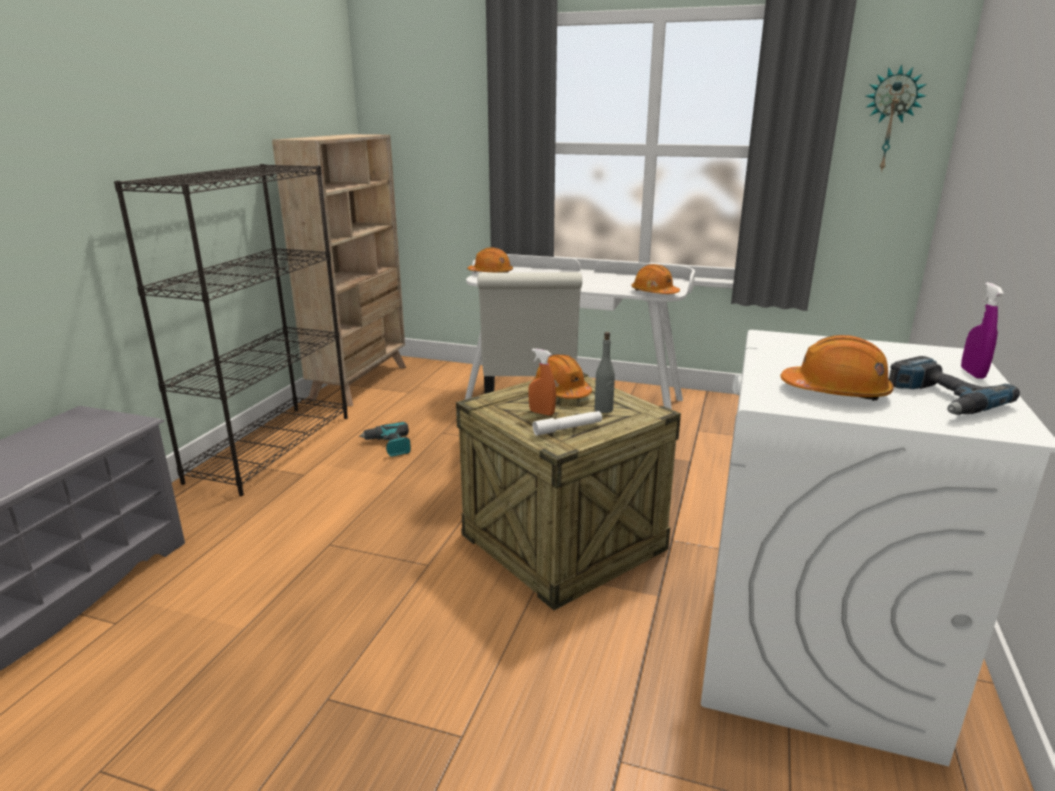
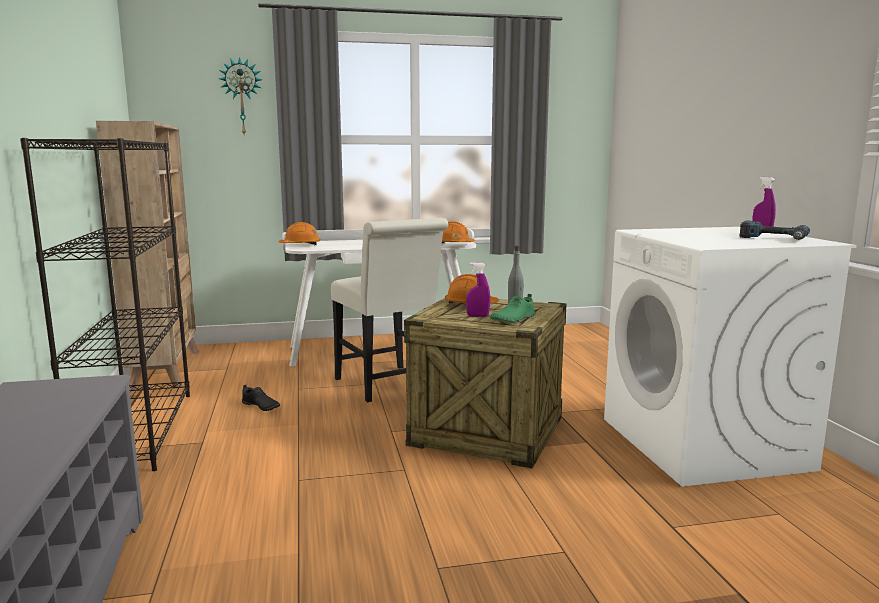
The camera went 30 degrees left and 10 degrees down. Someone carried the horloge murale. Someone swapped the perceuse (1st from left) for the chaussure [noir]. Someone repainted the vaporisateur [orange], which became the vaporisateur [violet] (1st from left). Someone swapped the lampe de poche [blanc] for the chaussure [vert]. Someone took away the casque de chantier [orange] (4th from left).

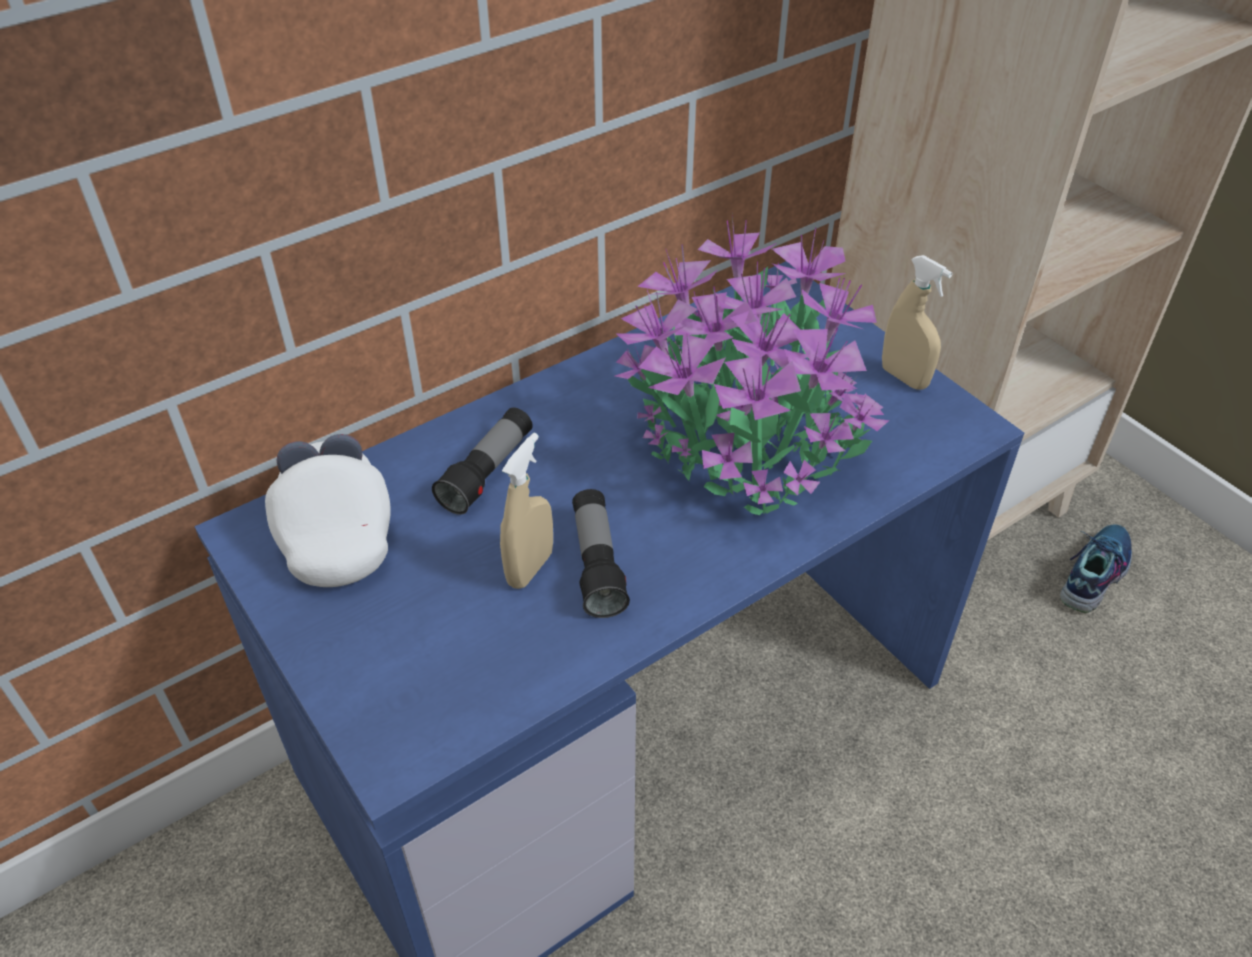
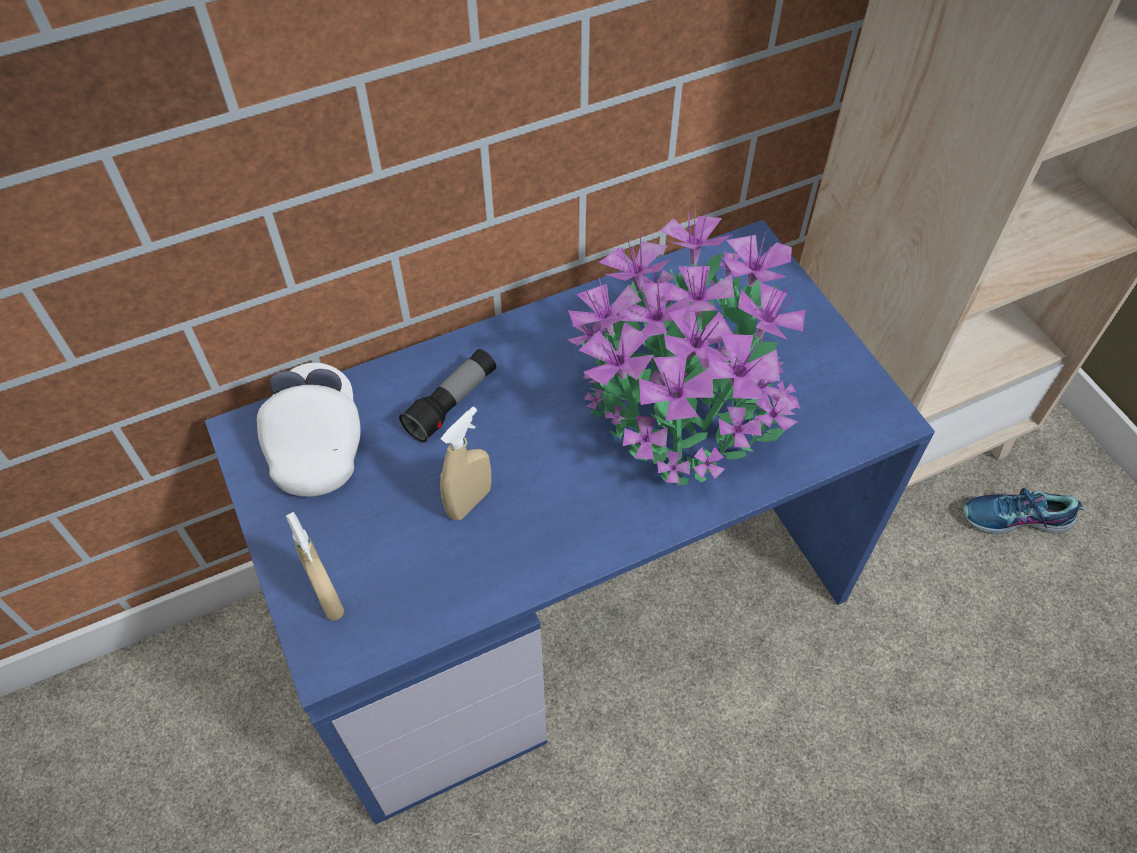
The camera went 10 degrees right and 10 degrees up. Someone carried the vaporisateur [beige] (2nd from left in the first image). Someone rotated the chaussure by 135 degrees counterclockwise. Someone took away the lampe de poche (2nd from left).

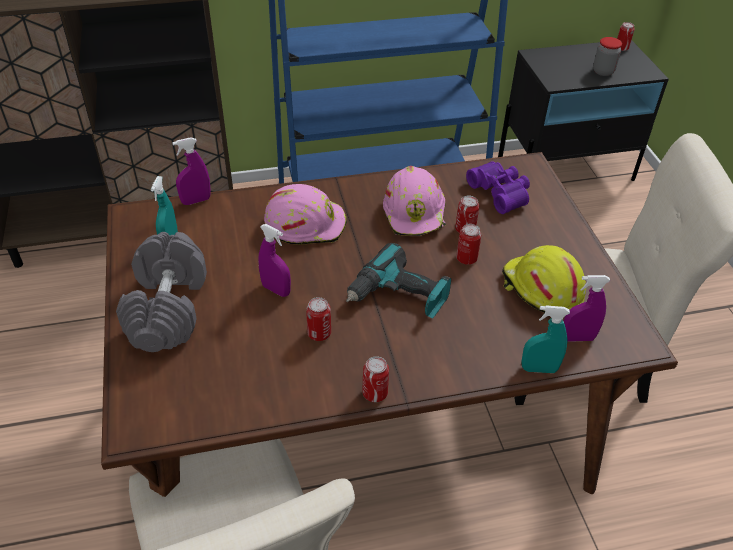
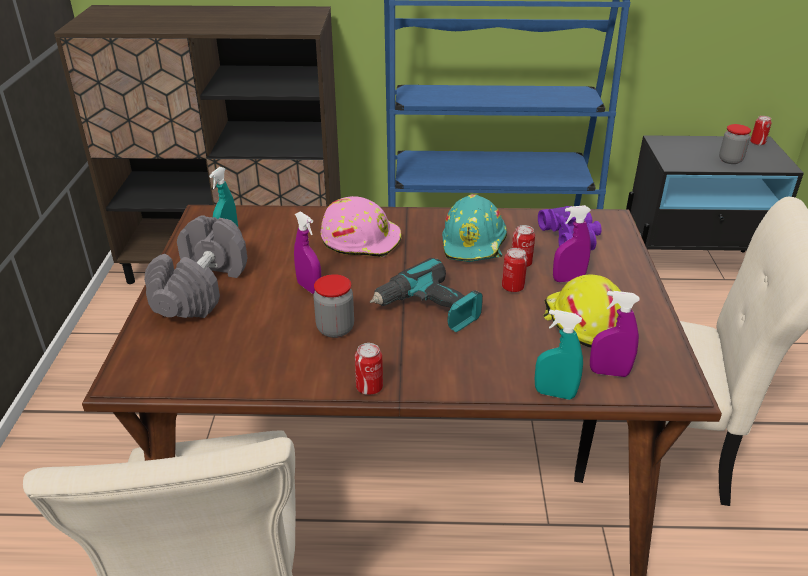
The camera went 15 degrees right and 10 degrees down. Someone swapped the boîte métallique (1st from left) for the bocal (1st from left). Someone repainted the casque de chantier [rose] (2nd from left), which became the casque de chantier [turquoise]. Someone carried the vaporisateur [violet] (1st from left in the first image).

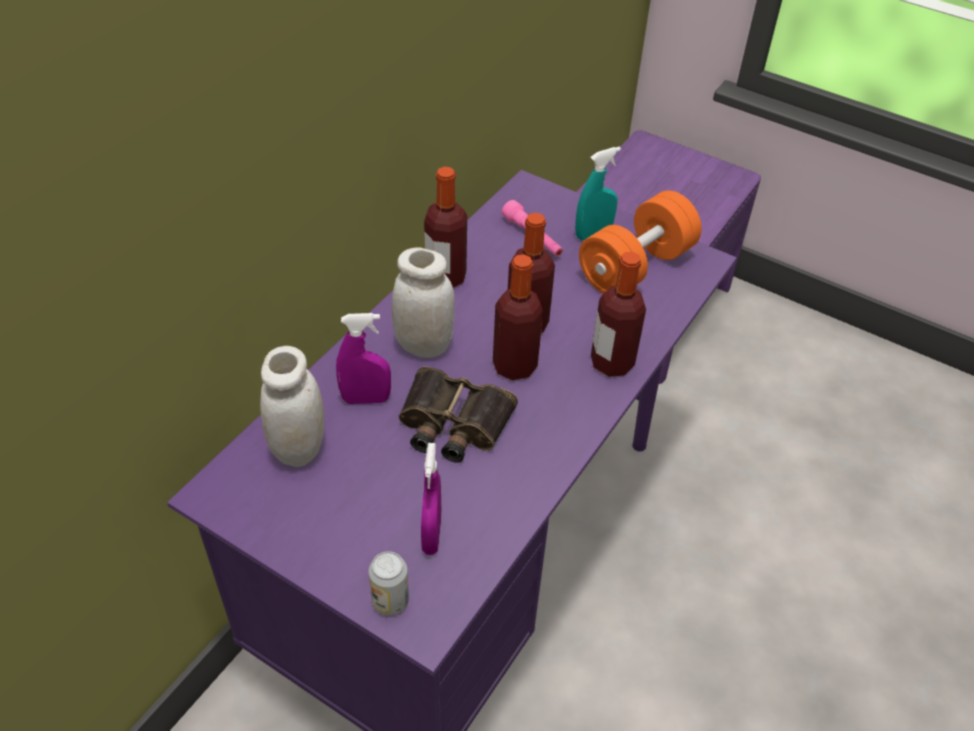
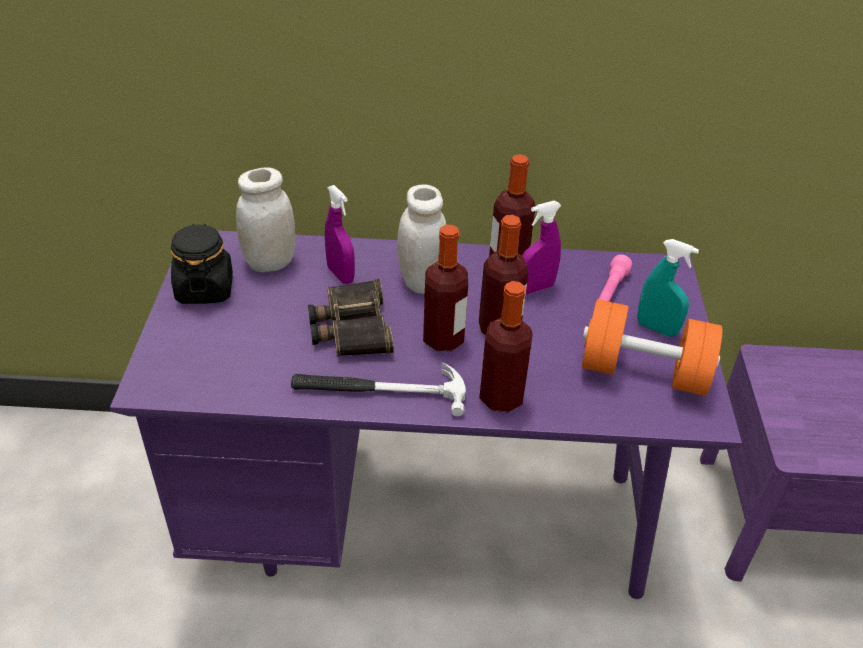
The camera went 60 degrees right and 5 degrees down. Someone put down the bocal [noir]. Someone put down the marteau. Someone carried the vaporisateur [violet] (2nd from left). Someone took away the boîte métallique.

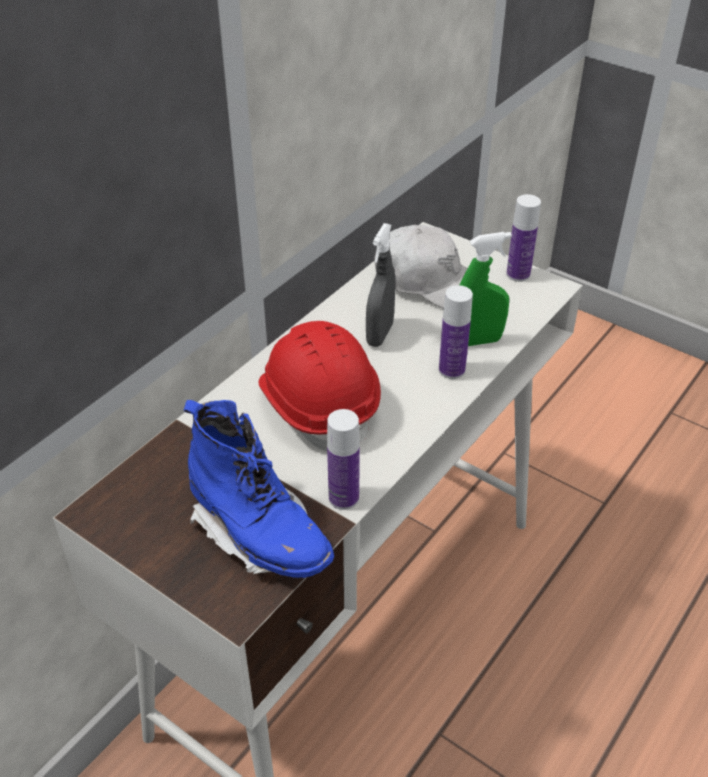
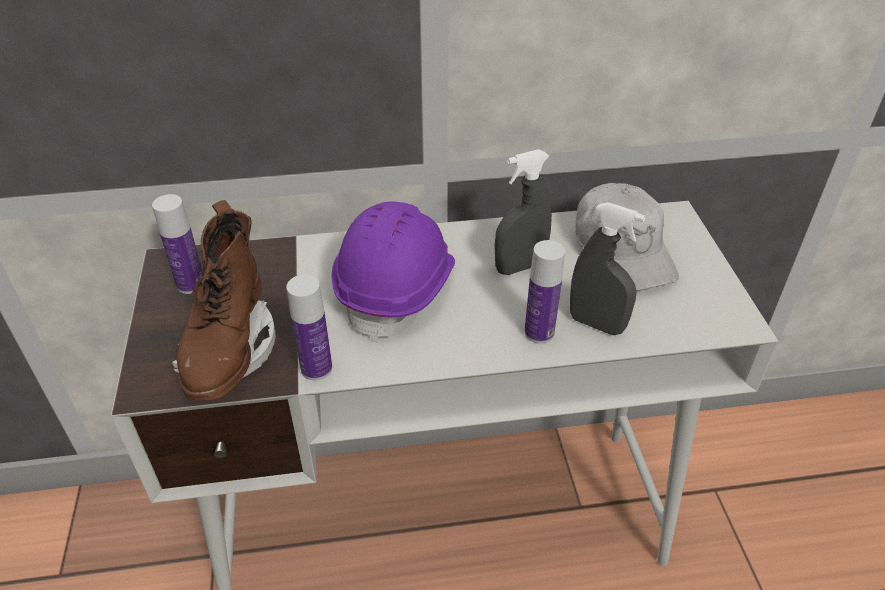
The camera went 45 degrees right and 0 degrees up. Someone carried the bouteille (3rd from left in the first image). Someone repainted the botte [bleu], which became the botte [marron]. Someone repainted the casque de chantier [rouge], which became the casque de chantier [violet]. Someone repainted the vaporisateur [vert], which became the vaporisateur [gris] (2nd from left).

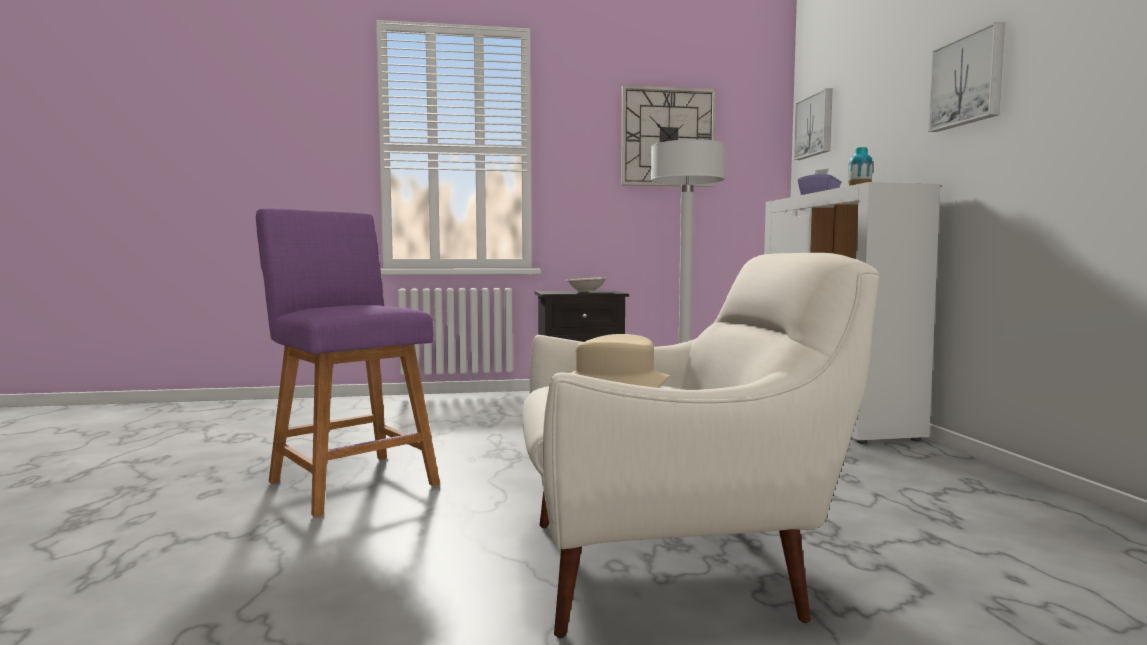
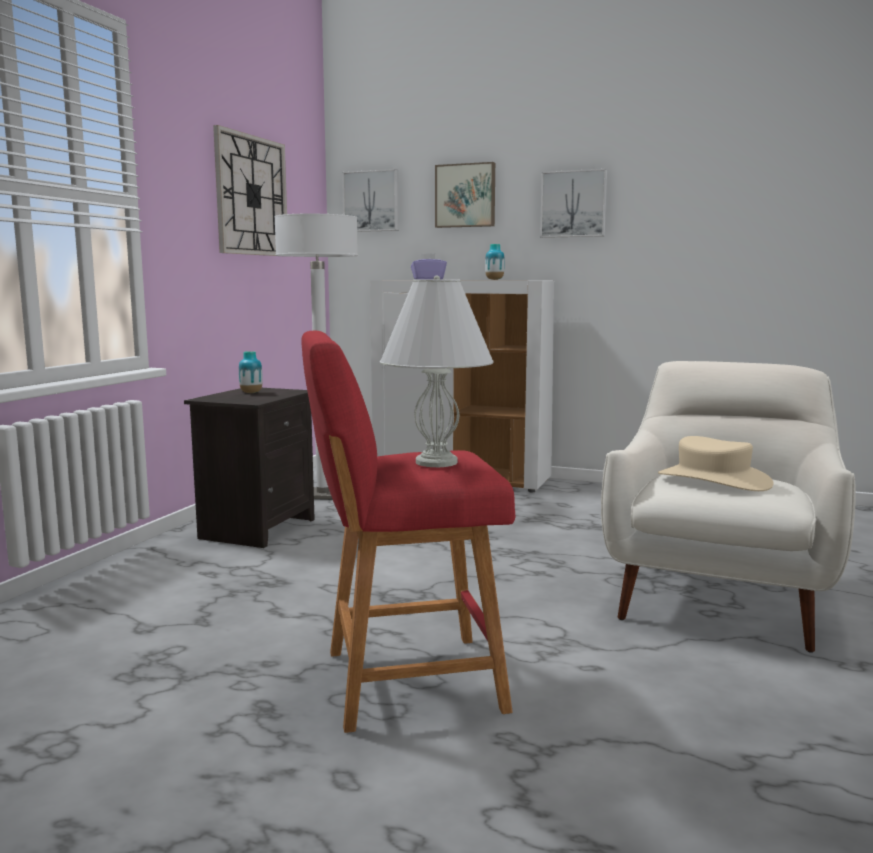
The camera went 60 degrees left and 5 degrees up. Someone swapped the bol [beige] for the vase (1st from left). Someone repainted the tabouret [violet], which became the tabouret [rouge]. Someone put down the lampe de table [blanc]. Someone put up the tableau (2nd from left).

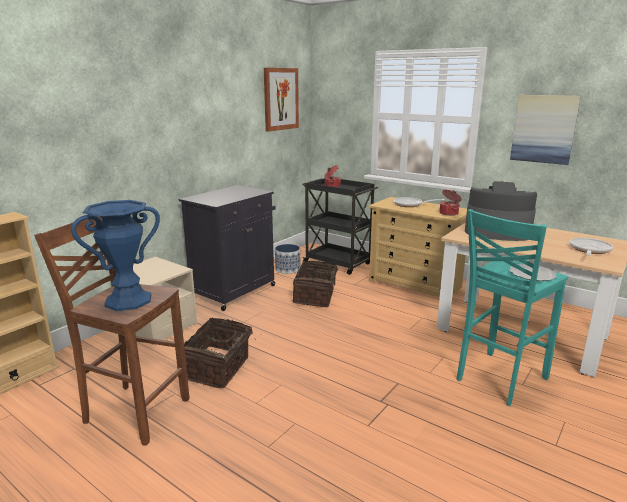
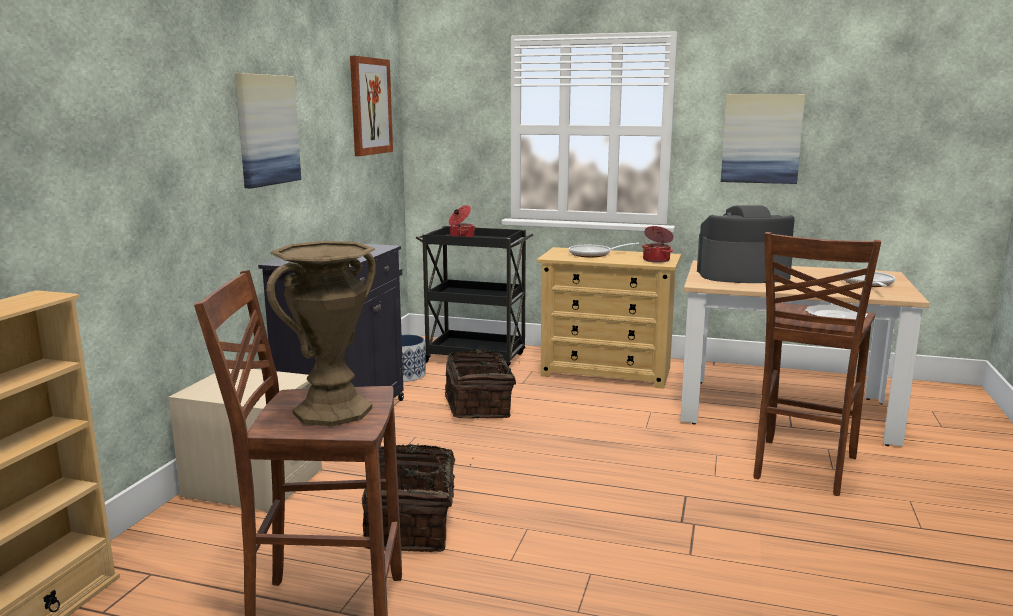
The camera went 20 degrees left and 5 degrees down. Someone put up the tableau (1st from left). Someone repainted the vase [bleu], which became the vase [marron]. Someone repainted the tabouret [turquoise], which became the tabouret [marron] (2nd from left).

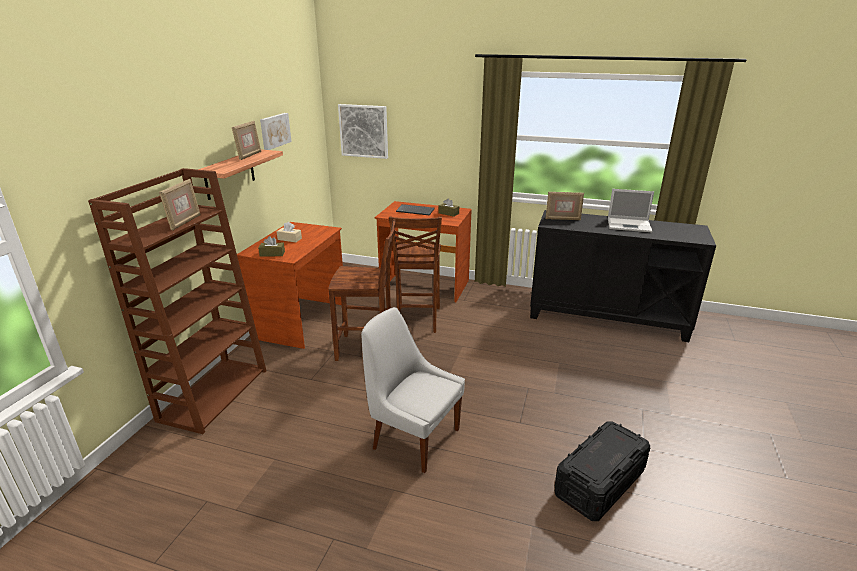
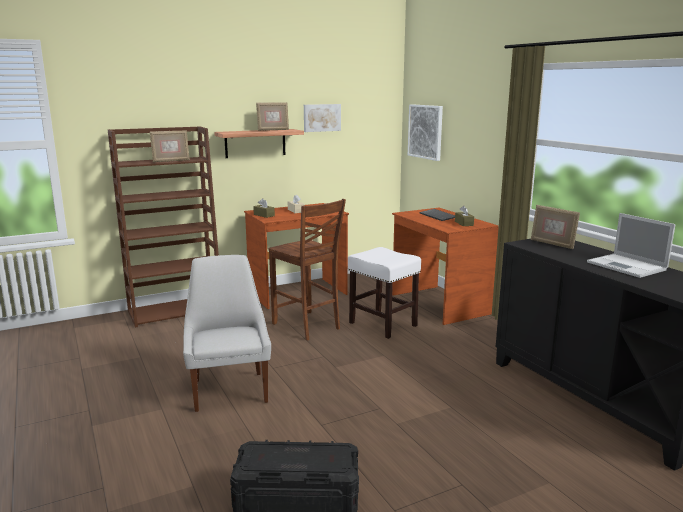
The camera went 45 degrees right and 10 degrees down. Someone swapped the chaise [marron] (2nd from left) for the tabouret [blanc].

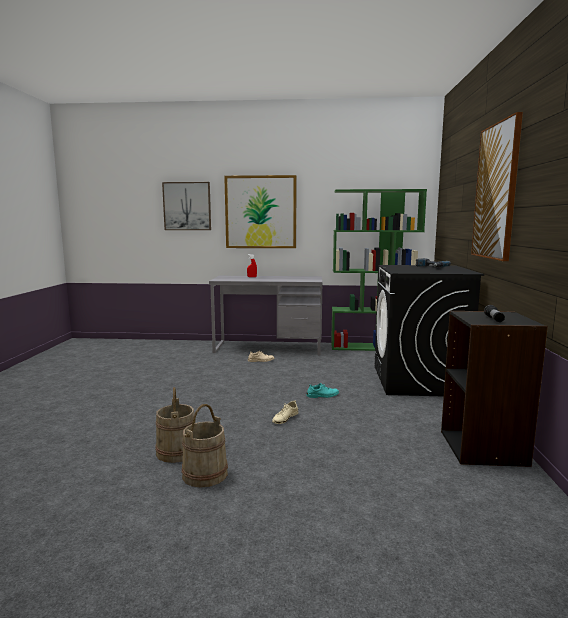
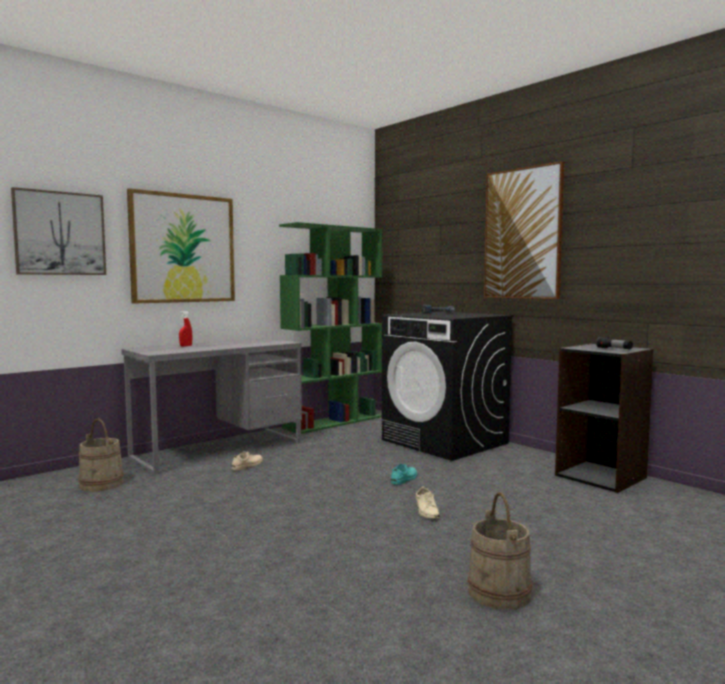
The camera went 45 degrees left and 5 degrees down. Someone carried the seau [beige] (1st from left).

